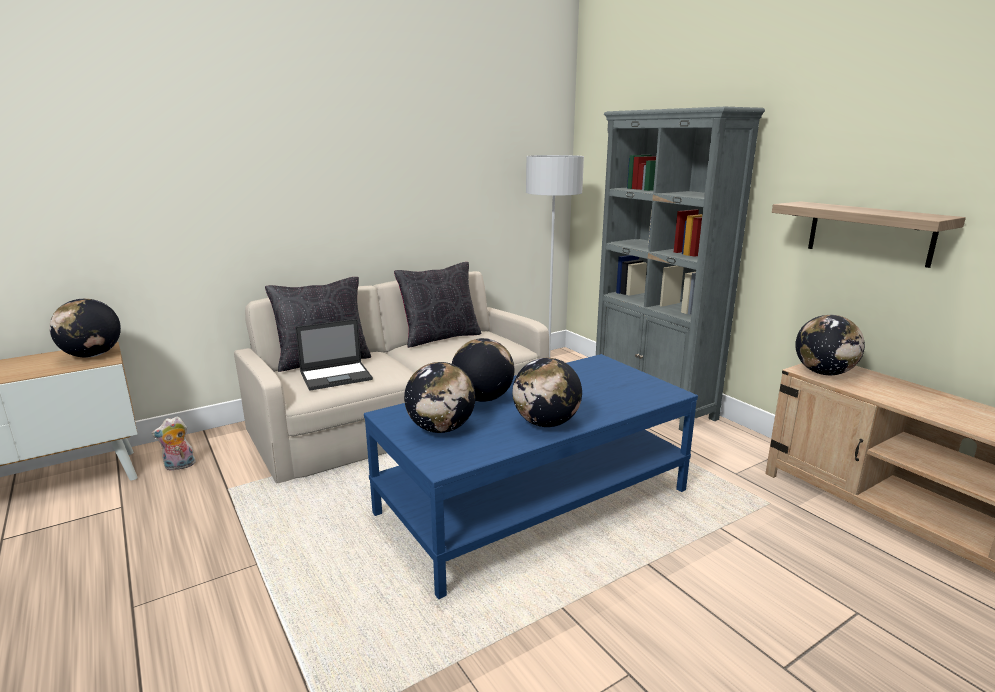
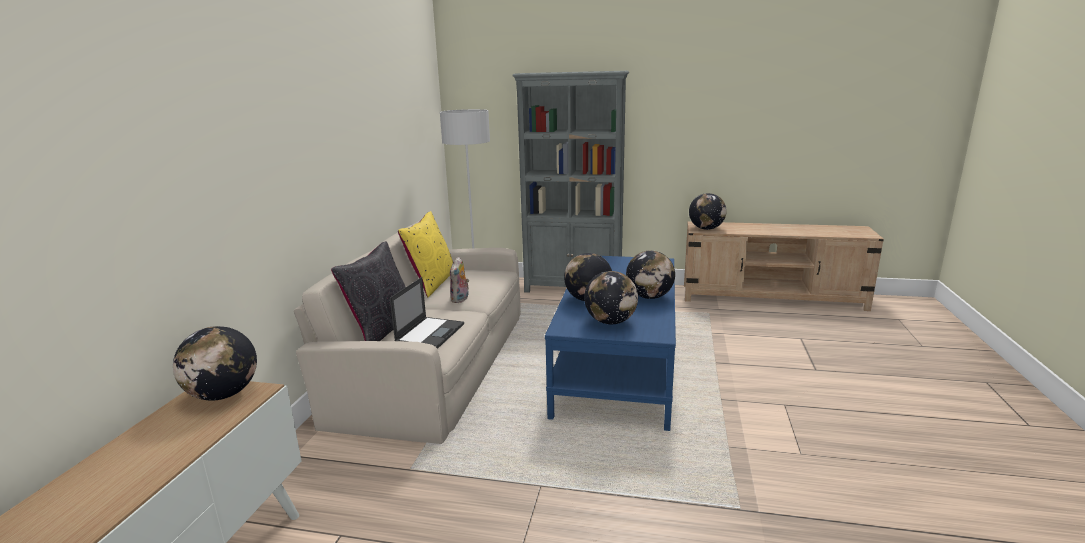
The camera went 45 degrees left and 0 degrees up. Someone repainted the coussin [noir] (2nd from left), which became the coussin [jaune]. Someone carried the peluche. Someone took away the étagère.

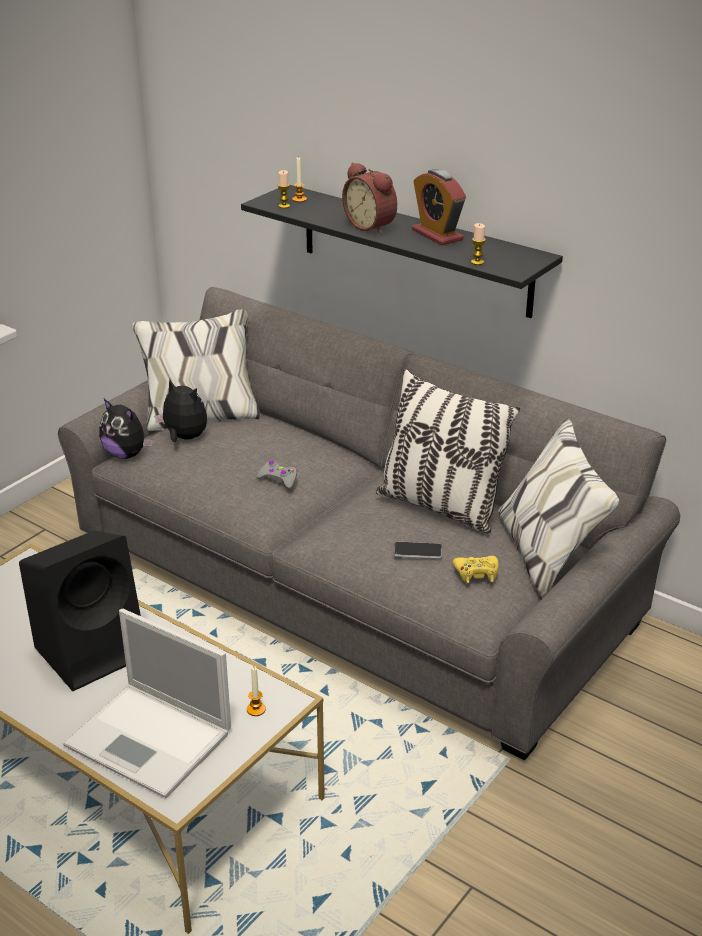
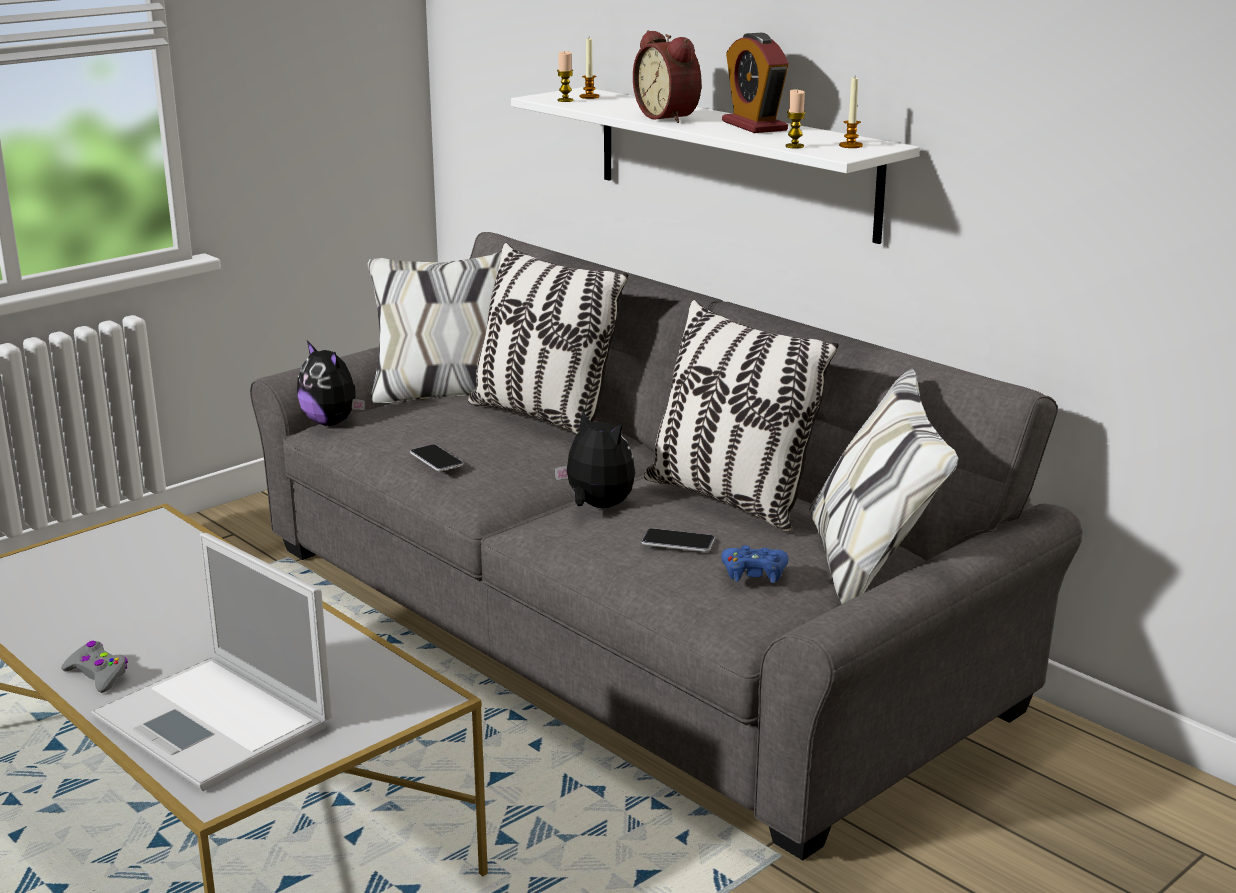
The camera went 10 degrees right and 10 degrees down. Someone carried the manette [gris]. Someone put down the téléphone (1st from left). Someone put down the coussin (1st from left). Someone repainted the étagère [noir], which became the étagère [blanc]. Someone carried the peluche (2nd from left). Someone repainted the manette [jaune], which became the manette [bleu]. Someone carried the bougie (1st from left in the first image). Someone took away the enceinte [noir].

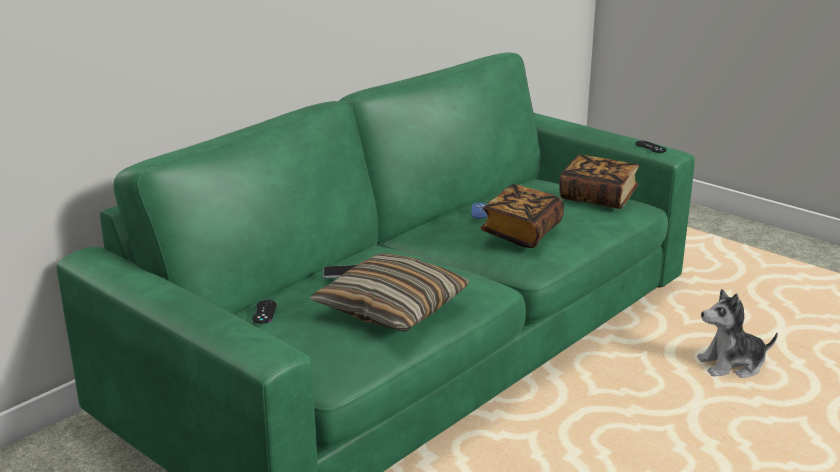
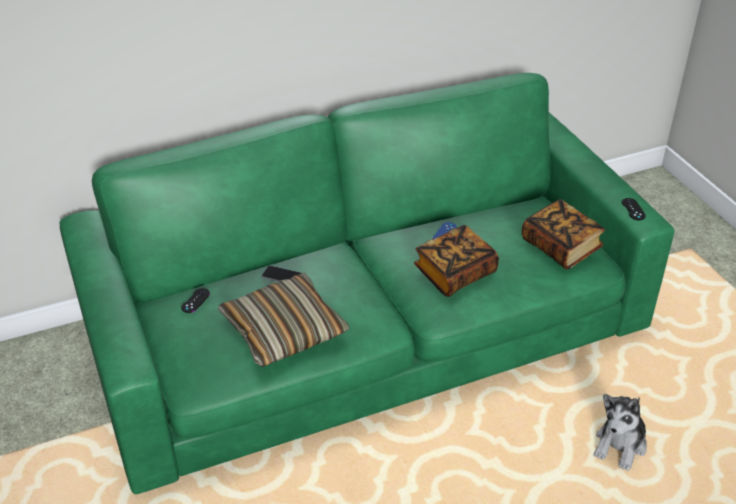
The camera went 25 degrees right and 15 degrees up. Someone rotated the peluche by 75 degrees counterclockwise.

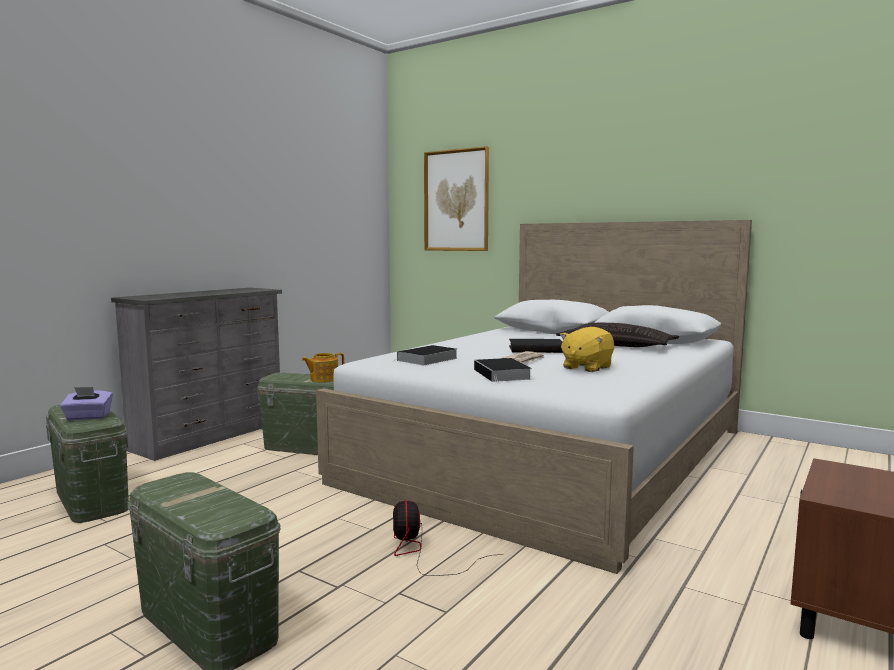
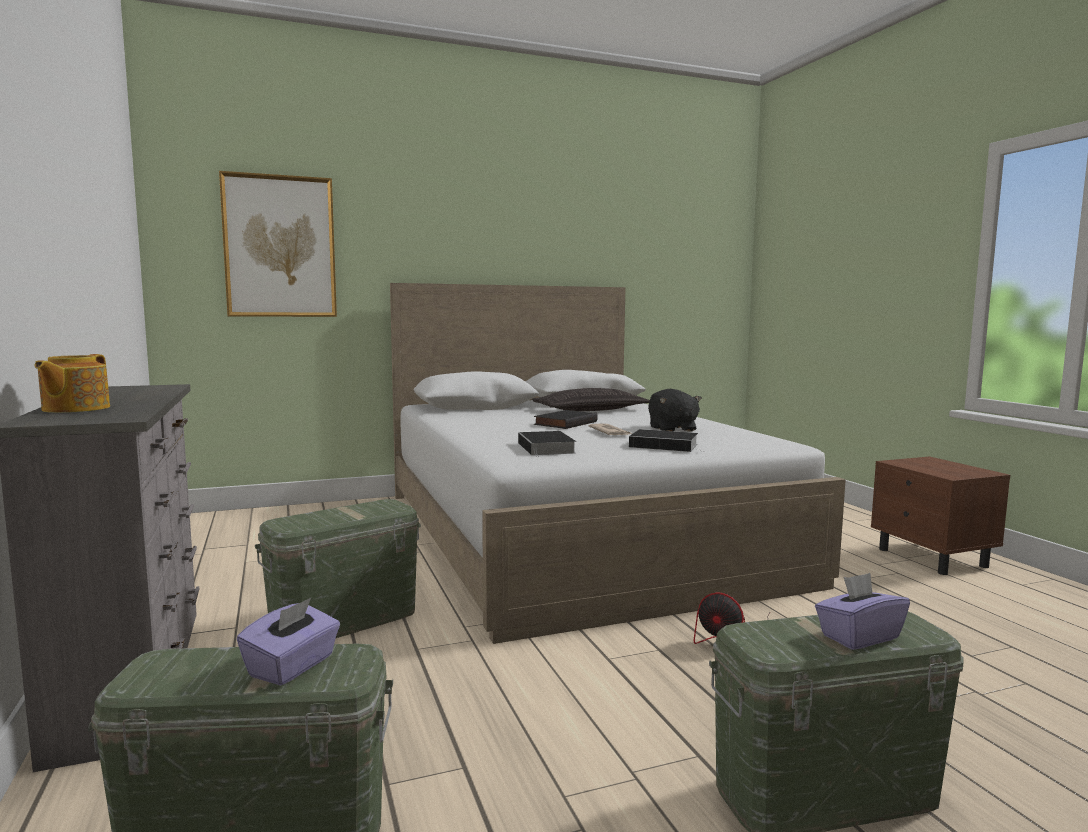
The camera went 55 degrees left and 0 degrees up. Someone carried the théière. Someone repainted the peluche [jaune], which became the peluche [noir]. Someone put down the boîte à mouchoirs [violet] (2nd from left).

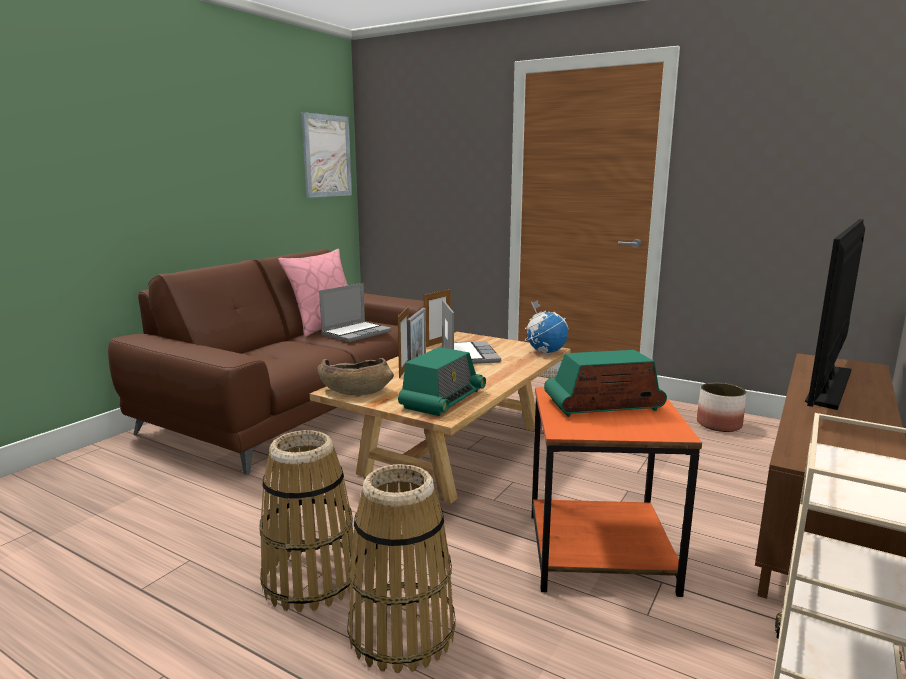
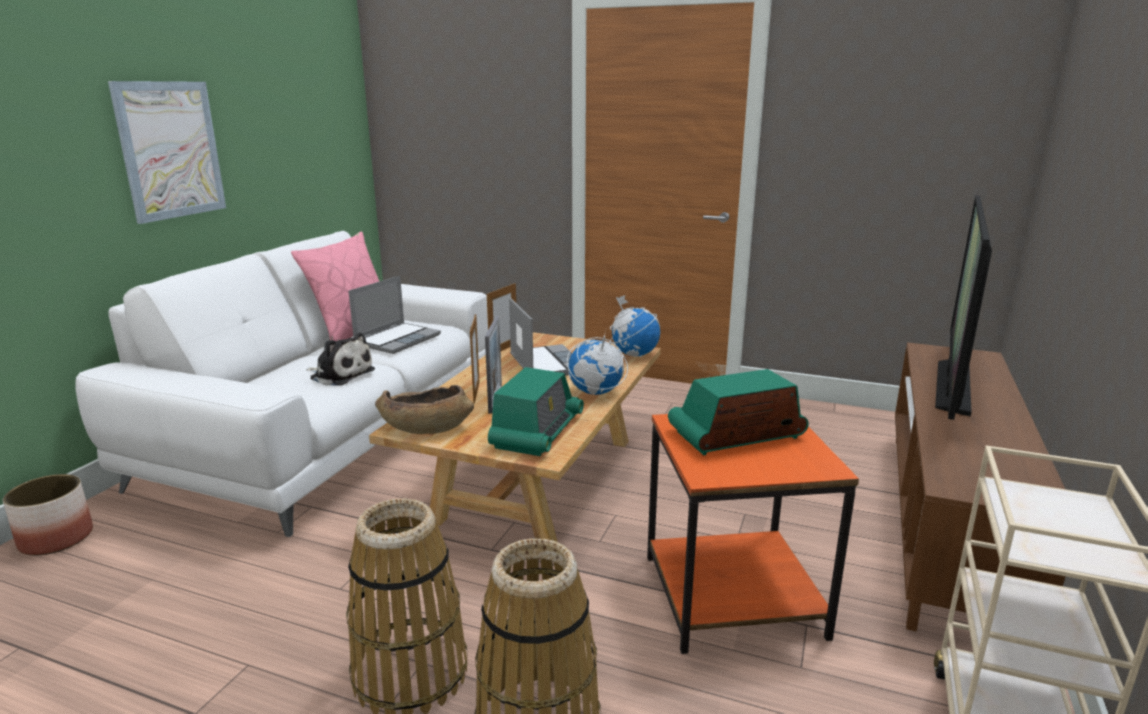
The camera went 10 degrees left and 5 degrees up. Someone carried the cache-pot. Someone repainted the canapé [marron], which became the canapé [blanc]. Someone carried the tableau. Someone put down the peluche. Someone put down the globe (1st from left).

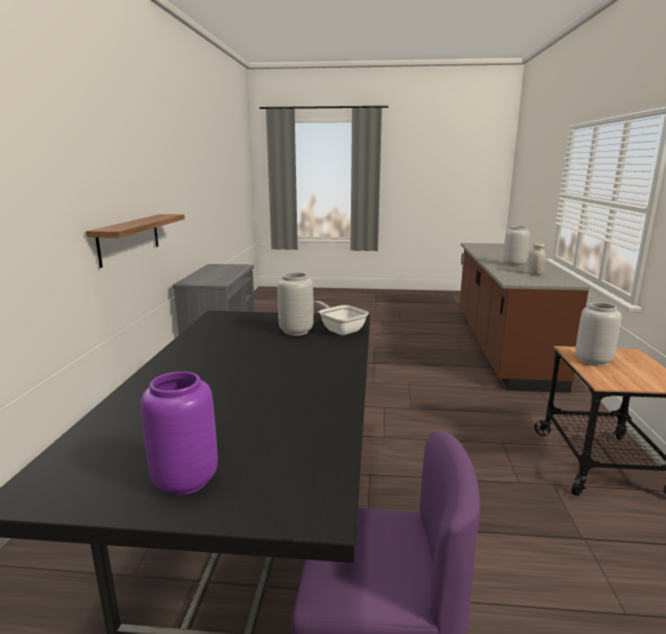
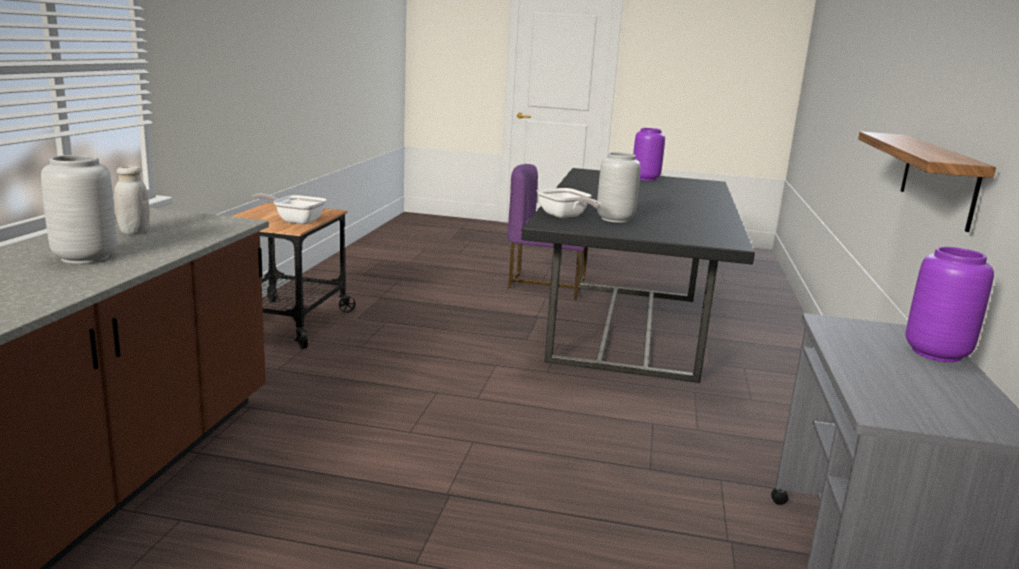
The camera went 175 degrees left and 0 degrees up. Someone swapped the vase [gris] (3rd from left) for the poêle (1st from left). Someone put down the vase [violet] (2nd from left).

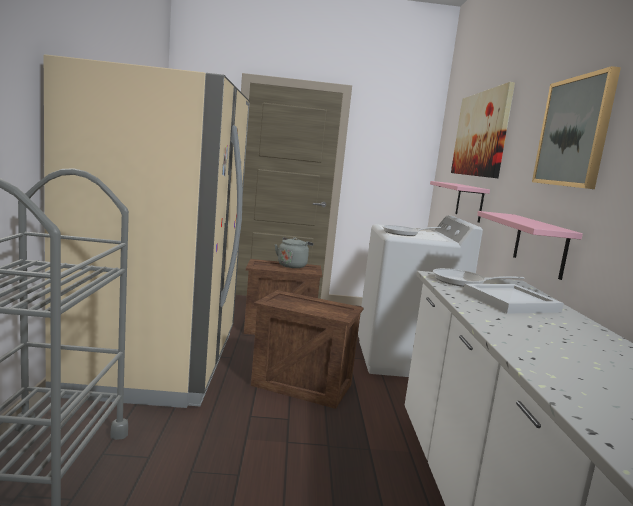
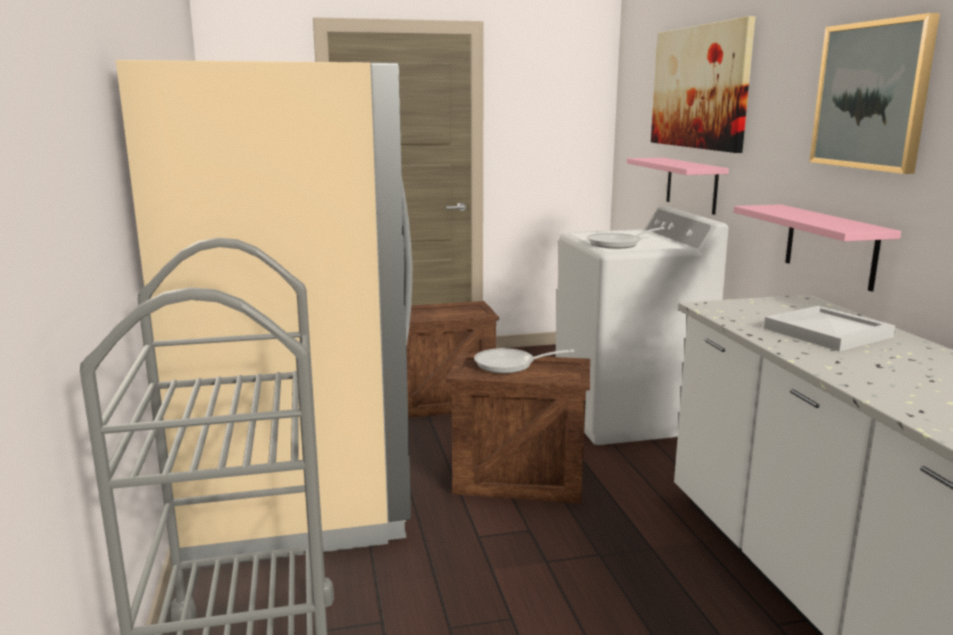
The camera went 10 degrees left and 5 degrees up. Someone carried the poêle (2nd from left in the first image). Someone took away the bouilloire [gris].

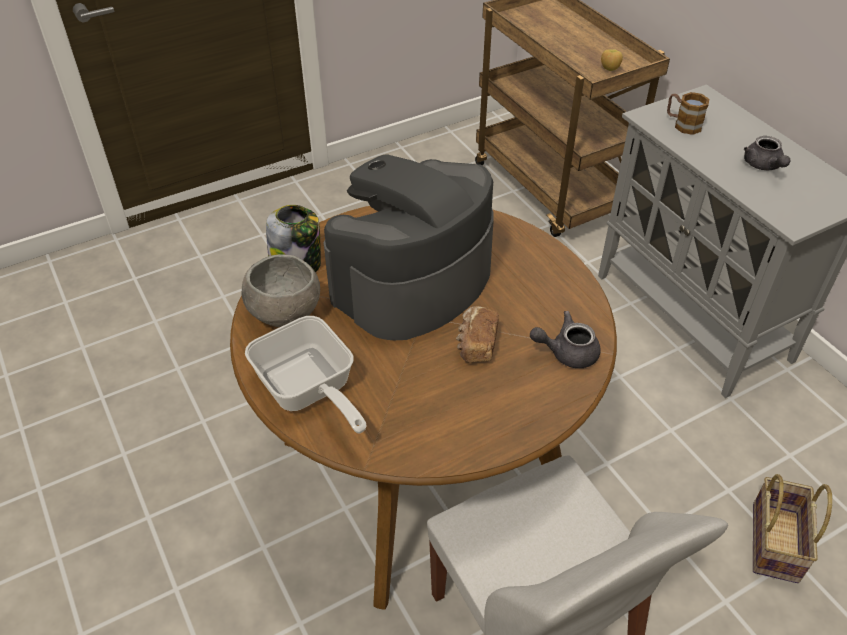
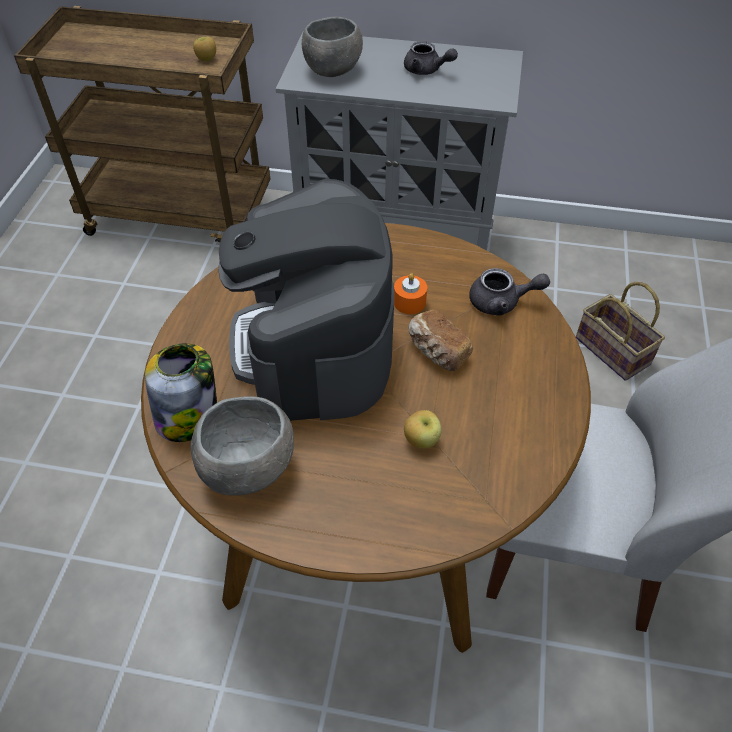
The camera went 50 degrees left and 5 degrees up. Someone swapped the mug for the bol [gris] (2nd from left). Someone put down the bougie [orange]. Someone put down the pomme (2nd from left). Someone rotated the théière [gris] (1st from left in the first image) by 120 degrees counterclockwise. Someone took away the poêle.

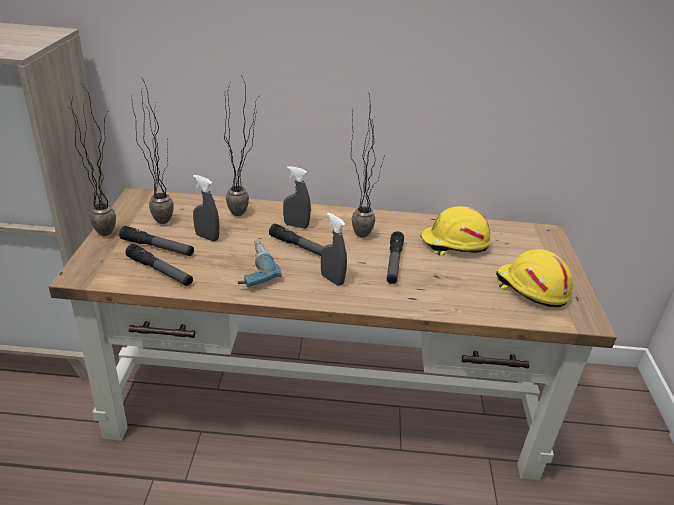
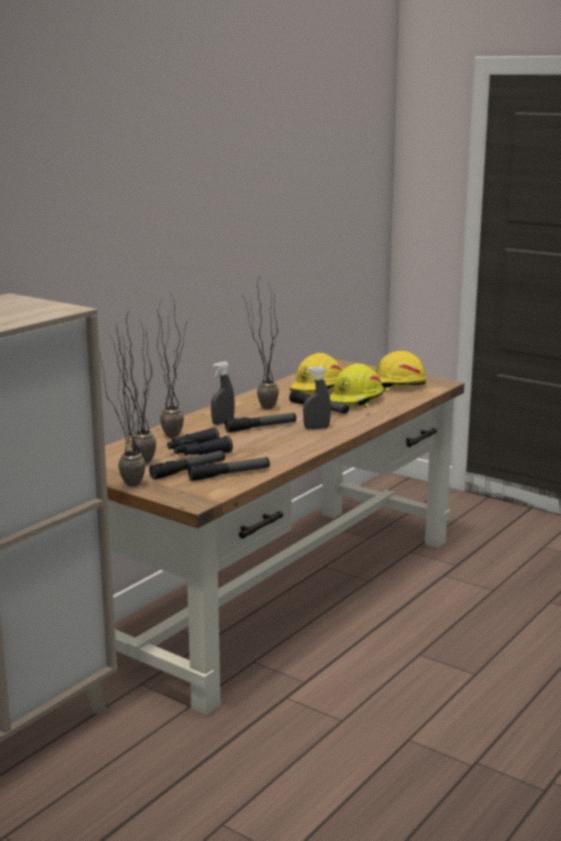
The camera went 55 degrees left and 15 degrees down. Someone swapped the vaporisateur [gris] (1st from left) for the jumelles [noir]. Someone put down the casque de chantier [jaune] (2nd from left). Someone took away the perceuse.

